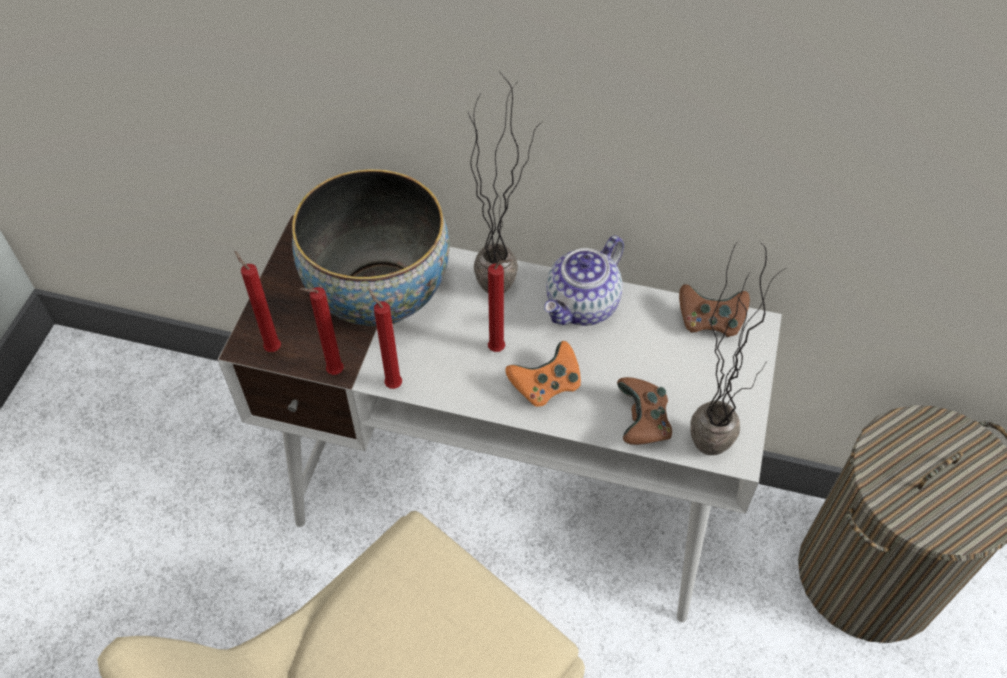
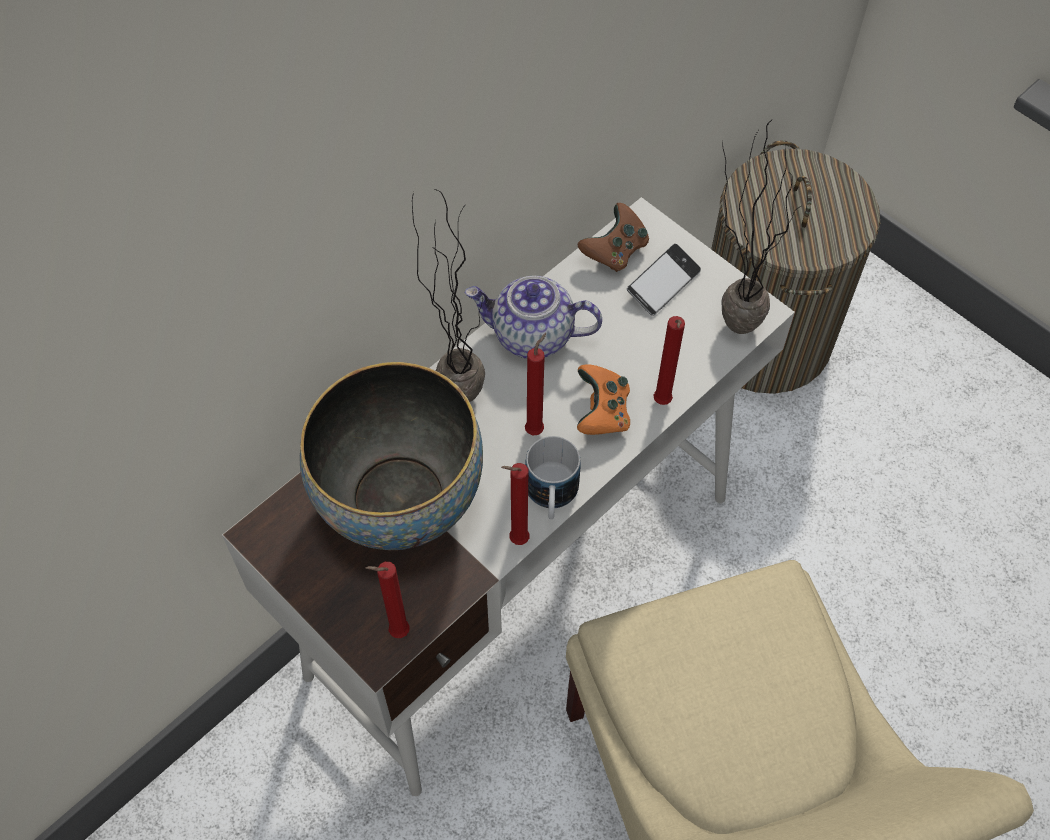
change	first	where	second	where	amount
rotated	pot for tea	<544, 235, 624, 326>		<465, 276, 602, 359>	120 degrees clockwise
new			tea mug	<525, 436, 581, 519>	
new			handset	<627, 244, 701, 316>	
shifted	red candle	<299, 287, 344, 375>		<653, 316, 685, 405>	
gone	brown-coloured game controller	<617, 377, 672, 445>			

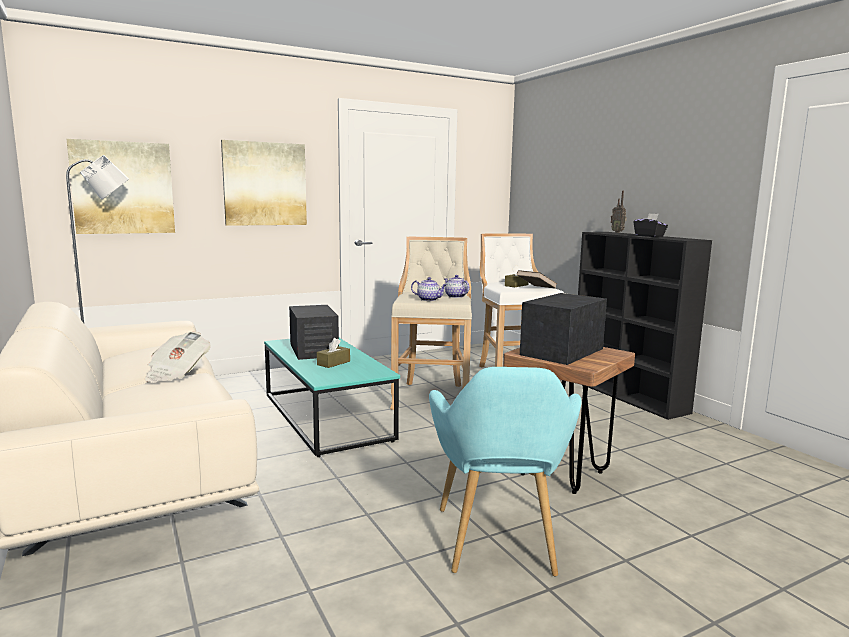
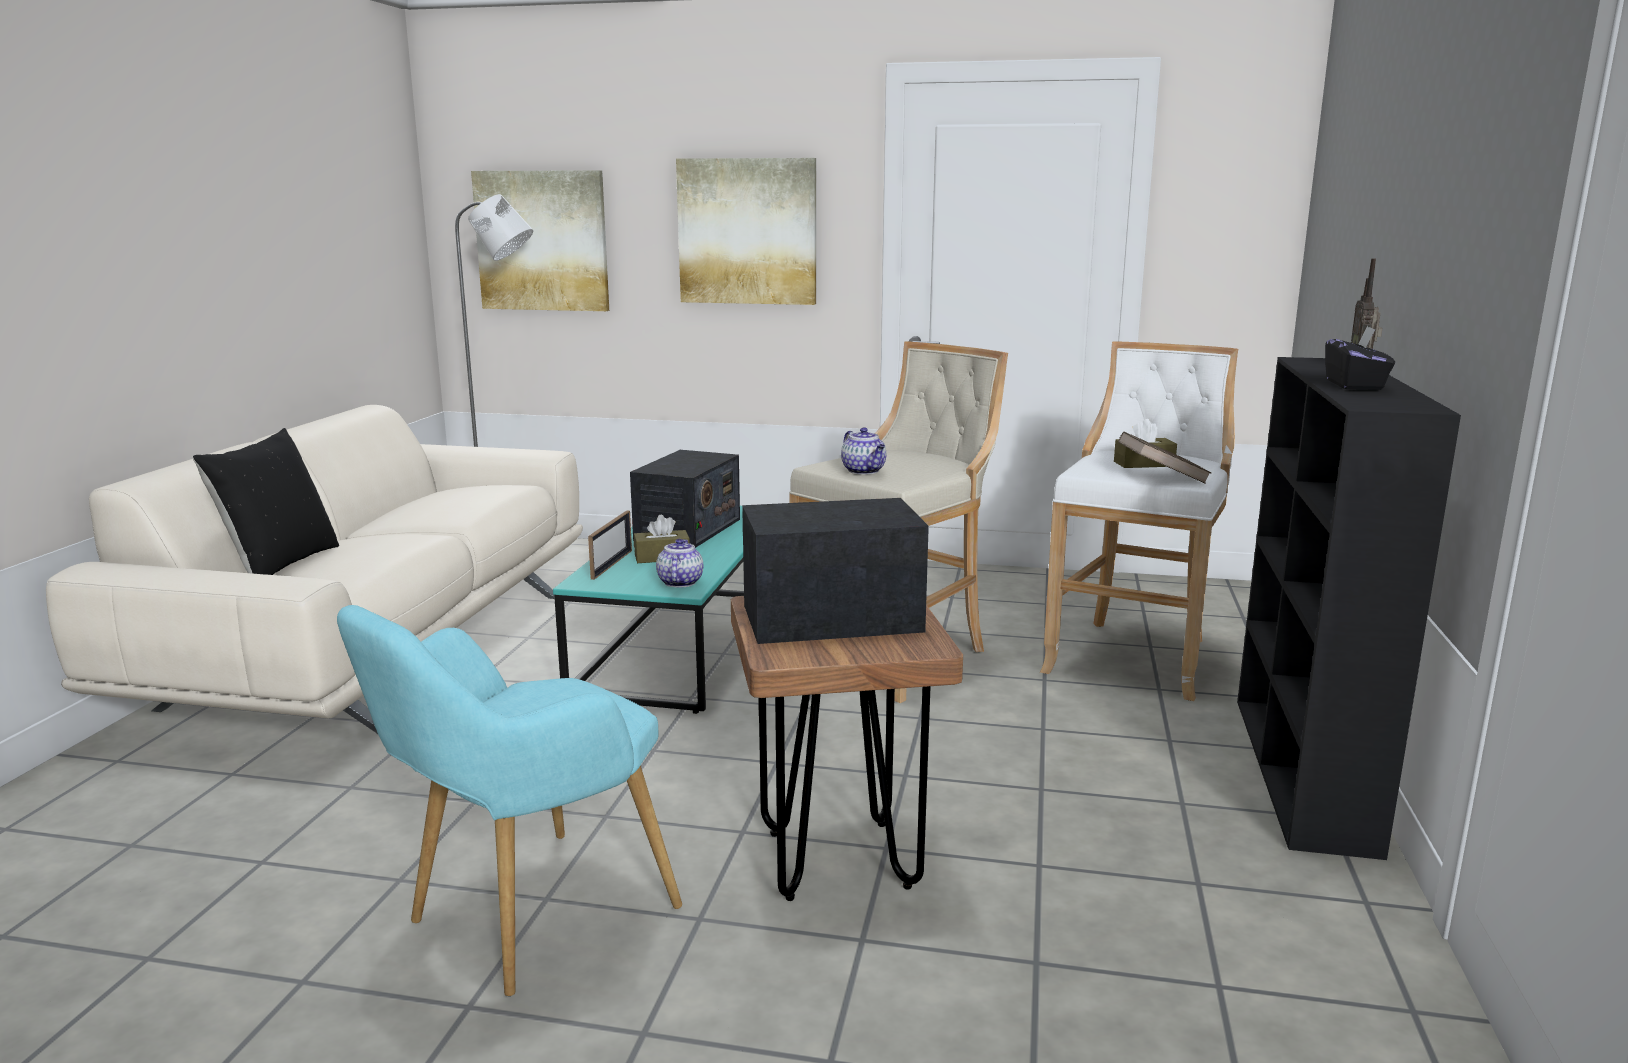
change	first	where	second	where	amount
new			blackish cushion	<192, 428, 339, 575>	
new			picture frame	<588, 510, 632, 580>	
shifted	pot for tea	<444, 275, 470, 298>		<656, 539, 703, 588>	
gone	newspaper	<144, 332, 210, 382>			

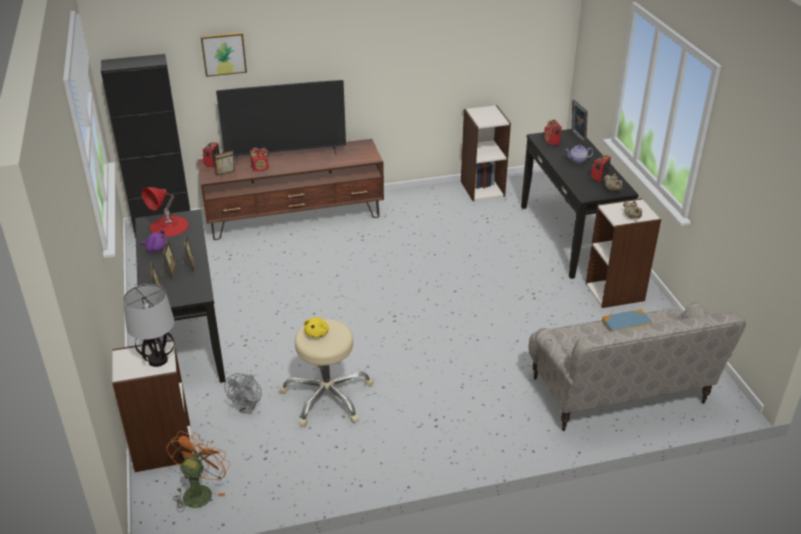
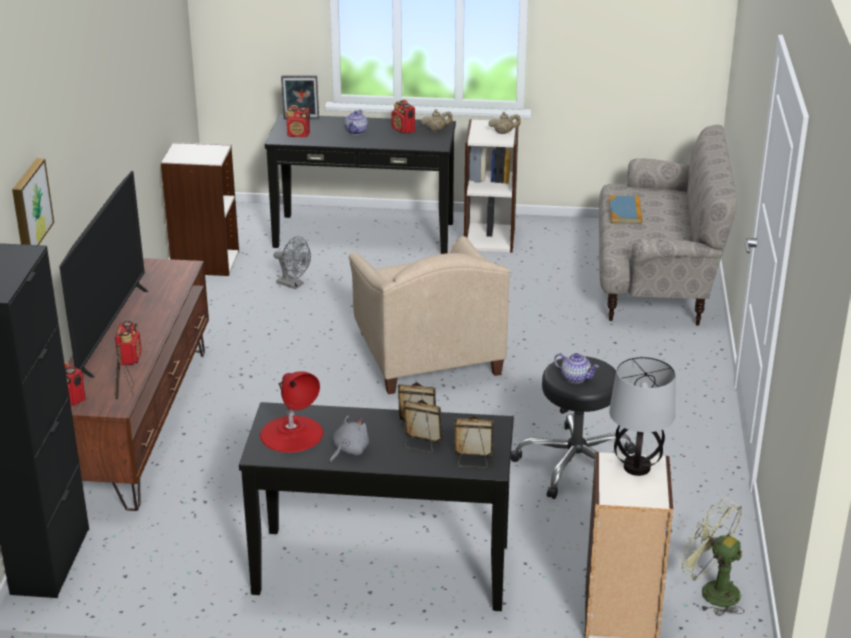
change	first	where	second	where	amount
shifted	grey cooling fan	<224, 373, 262, 414>		<274, 236, 311, 289>	
repainted	purple-coloured soft toy	<140, 230, 167, 252>	grey soft toy	<330, 415, 369, 463>	
new			beige-coloured lounge chair	<348, 236, 510, 394>	
repainted	beige-coloured stool	<279, 319, 374, 427>	blackish stool	<511, 356, 635, 499>	
swapped	yellow soft toy	<304, 317, 329, 338>	pot for tea	<554, 353, 599, 383>	
repainted	orange-coloured cooling fan	<166, 431, 230, 512>	greenish cooling fan	<679, 498, 745, 616>	

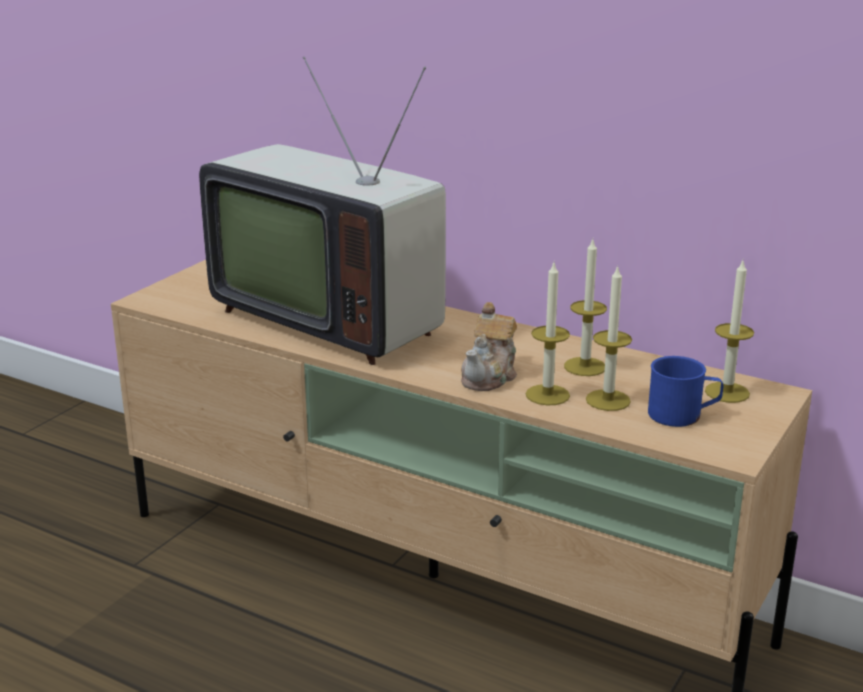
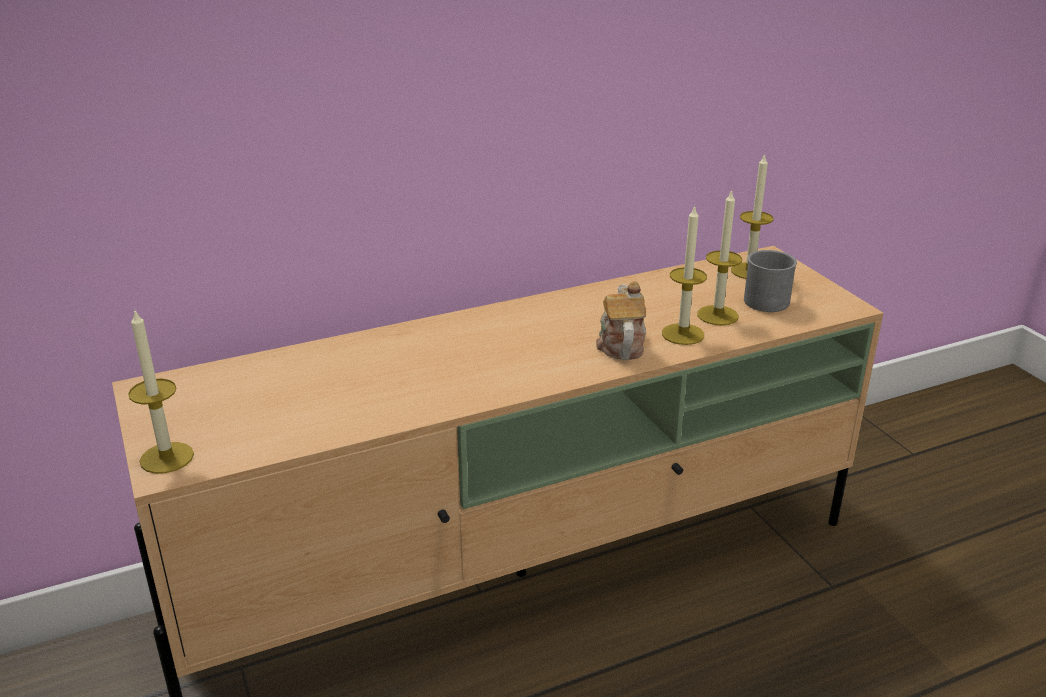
change	first	where	second	where	amount
shifted	candle	<564, 240, 607, 376>		<128, 308, 194, 474>	
rotated	pot for tea	<461, 302, 517, 391>		<596, 281, 646, 360>	150 degrees counterclockwise
repainted	bluish tea mug	<648, 356, 723, 427>	grey tea mug	<744, 250, 797, 312>	
gone	TV	<199, 56, 446, 365>			

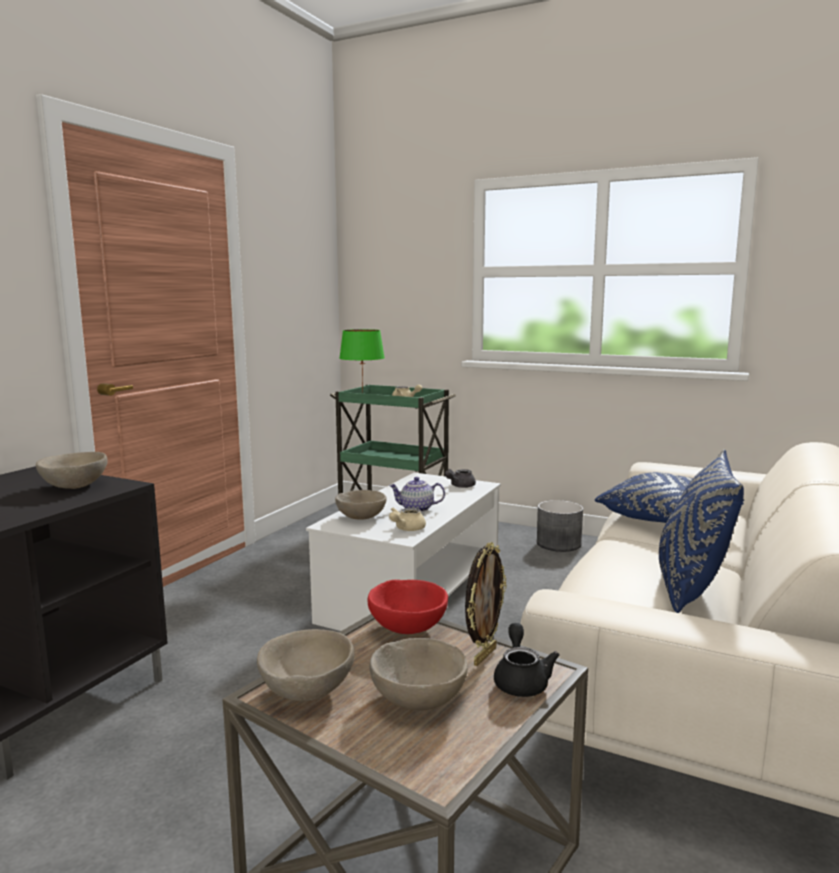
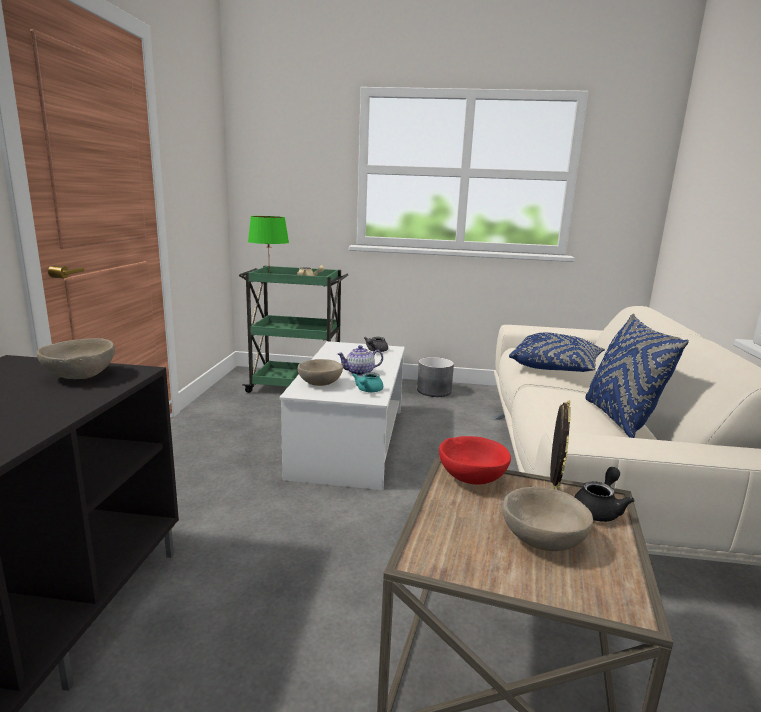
change	first	where	second	where	amount
repainted	beige-coloured pot for tea	<389, 508, 426, 531>	blue-green pot for tea	<352, 372, 383, 392>	
rotated	blackish pot for tea	<494, 623, 560, 697>		<574, 467, 635, 522>	60 degrees clockwise
gone	beige-coloured serving bowl	<257, 629, 354, 701>			

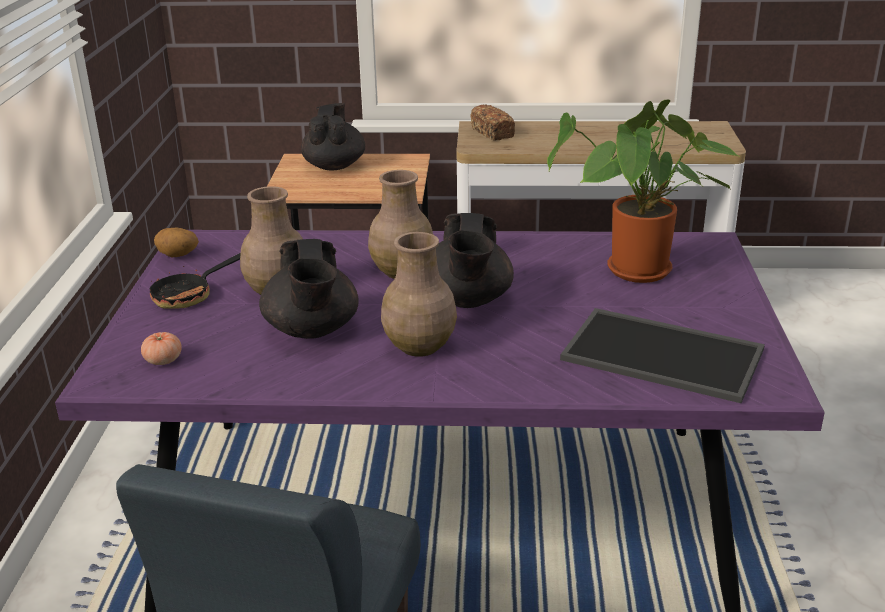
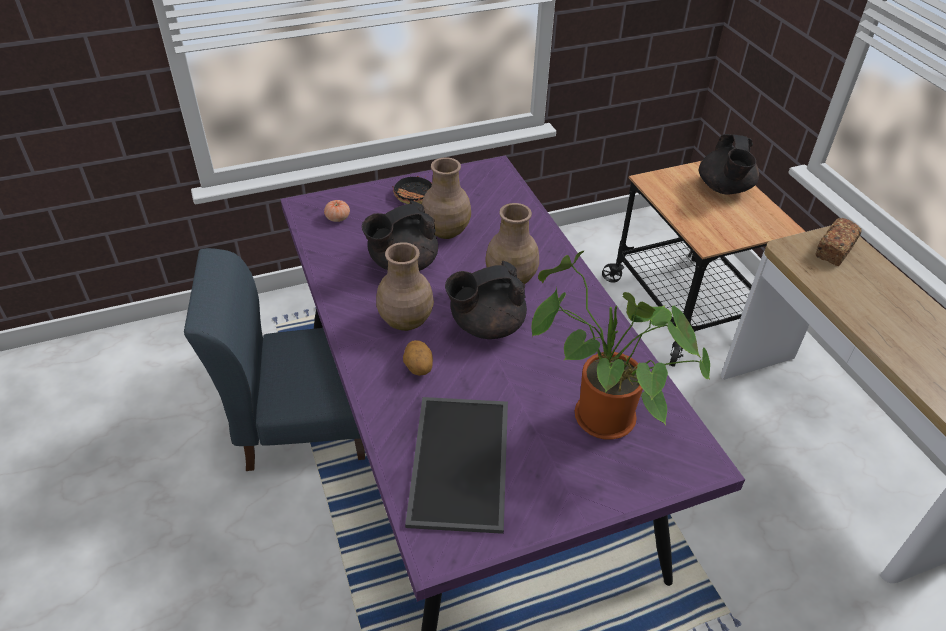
change	first	where	second	where	amount
shifted	whole potato	<154, 228, 199, 257>		<403, 340, 433, 376>	
rotated	blackish pot for tea	<301, 103, 365, 170>		<699, 134, 759, 195>	120 degrees clockwise

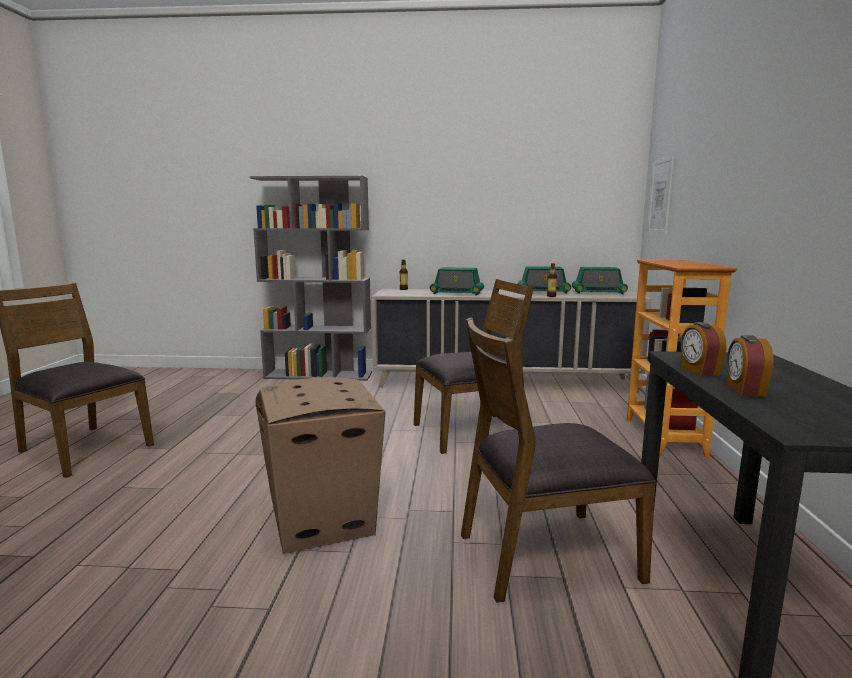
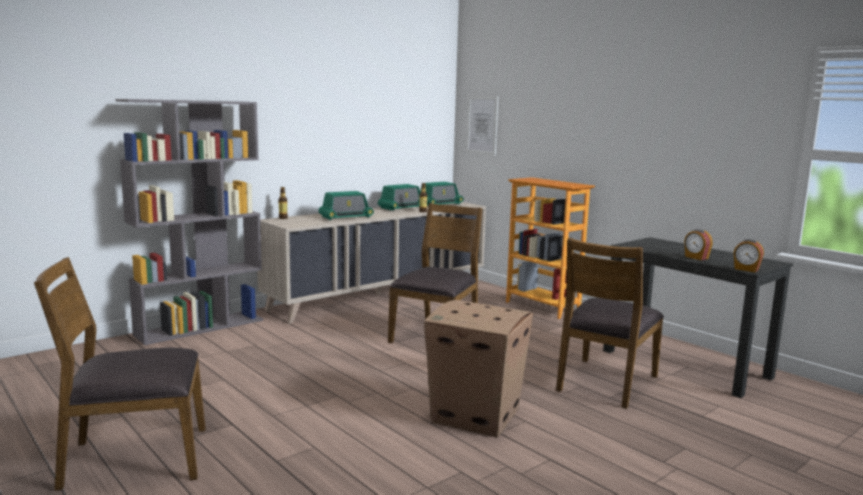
change	first	where	second	where	amount
shifted	alarm clock	<681, 322, 726, 376>		<734, 239, 764, 272>	

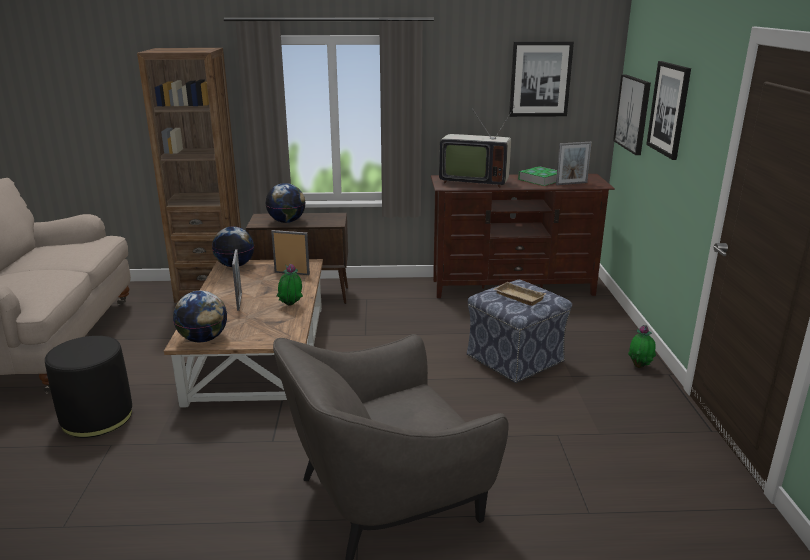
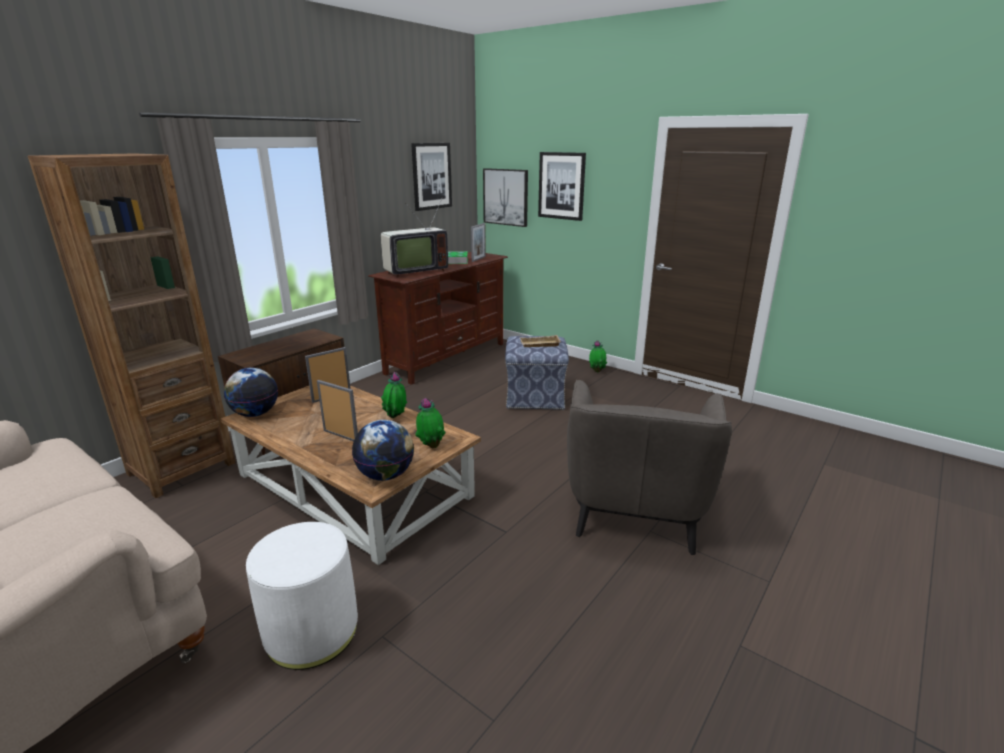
change	first	where	second	where	amount
repainted	blackish ottoman	<45, 336, 132, 438>	white-coloured ottoman	<246, 522, 358, 670>	
new			houseplant	<415, 398, 446, 448>	
gone	desk globe	<266, 183, 306, 223>			

